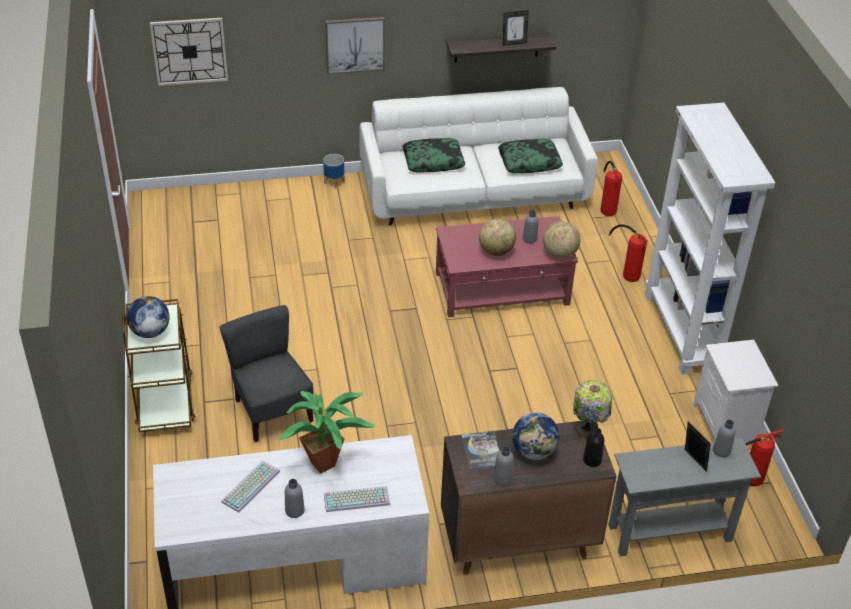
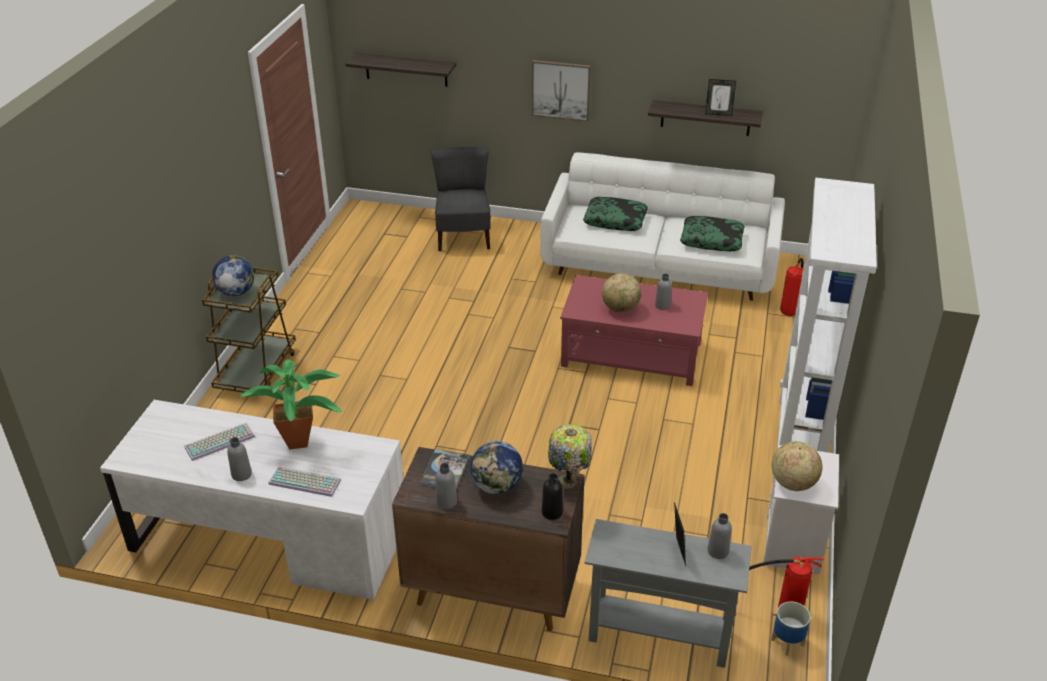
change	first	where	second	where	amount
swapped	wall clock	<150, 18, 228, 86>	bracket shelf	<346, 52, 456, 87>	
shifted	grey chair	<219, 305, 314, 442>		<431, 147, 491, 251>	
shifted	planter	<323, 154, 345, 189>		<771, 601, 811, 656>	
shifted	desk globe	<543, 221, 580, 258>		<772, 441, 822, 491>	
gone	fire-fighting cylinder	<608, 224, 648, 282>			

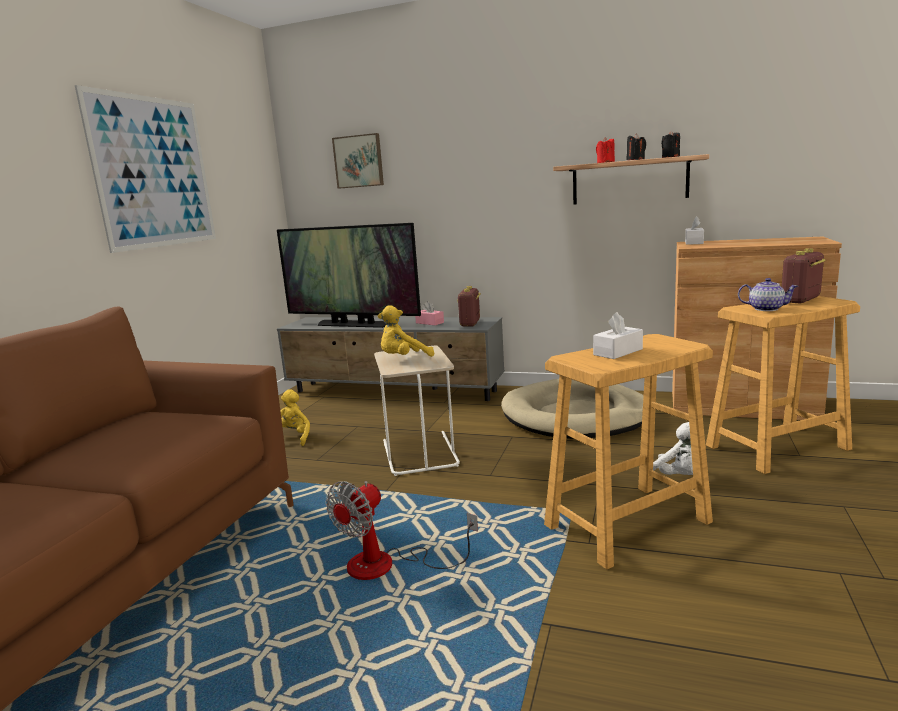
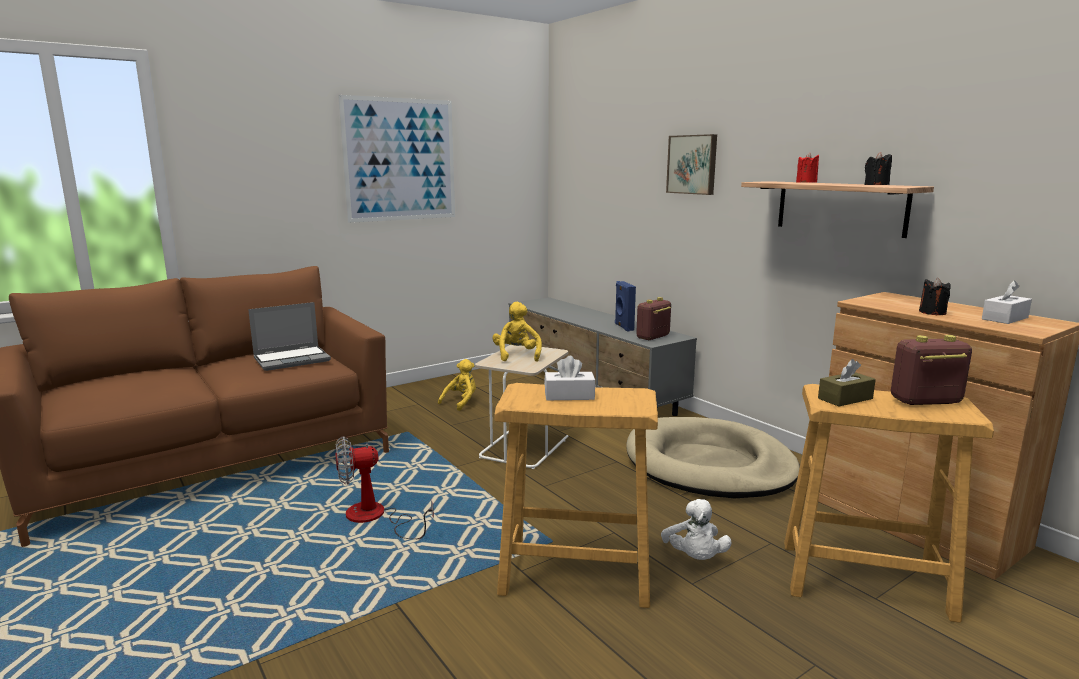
change	first	where	second	where	amount
new			notebook computer	<248, 302, 331, 371>	
rotated	yellow soft toy	<378, 305, 434, 357>		<492, 302, 542, 362>	75 degrees clockwise
swapped	pinkish tissue box	<415, 301, 444, 325>	bluish audio speaker	<615, 281, 636, 331>	
shifted	wall picture	<332, 133, 384, 189>		<666, 134, 717, 195>	
swapped	pot for tea	<738, 278, 798, 311>	brown-coloured tissue box	<818, 359, 876, 407>	
shifted	blackish candle	<627, 133, 646, 160>		<919, 278, 951, 315>	
shifted	white-coloured tissue box	<685, 216, 704, 245>		<982, 280, 1032, 324>	
gone	TV	<277, 223, 421, 328>			

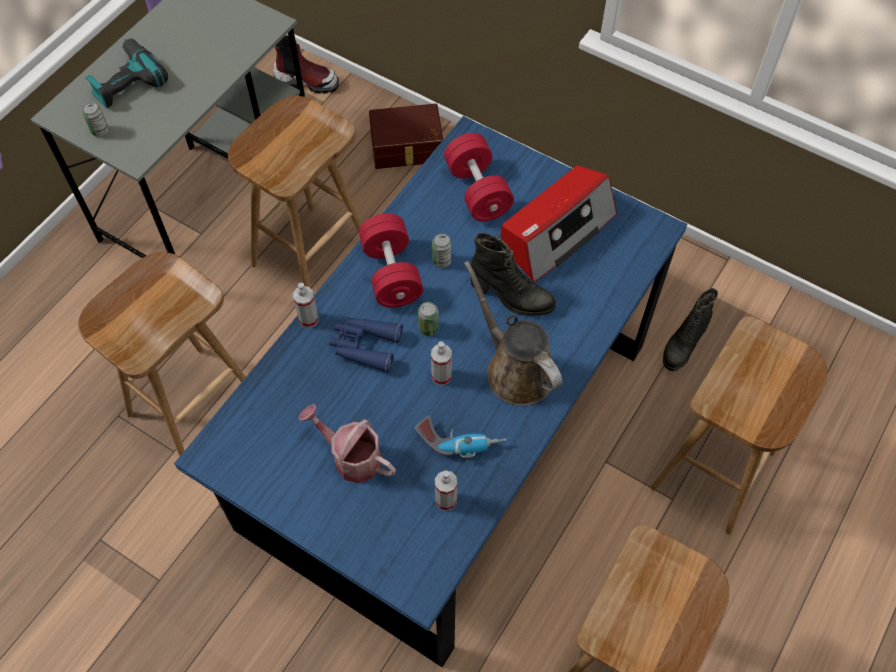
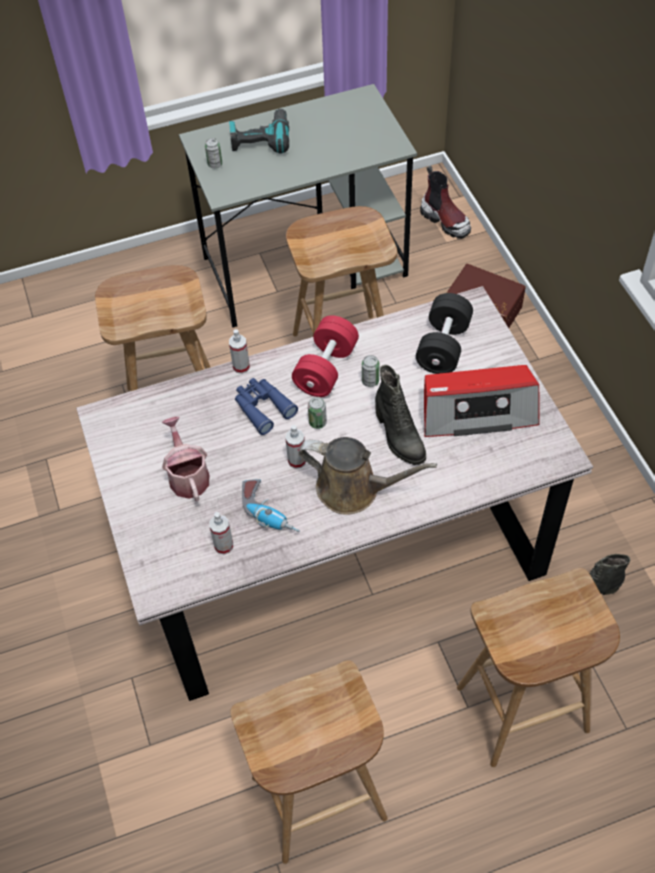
change	first	where	second	where	amount
repainted	bluish kitchen table	<174, 116, 687, 667>	grey kitchen table	<76, 286, 593, 701>	
rotated	brown-coloured watering can	<464, 261, 562, 406>		<299, 437, 437, 515>	105 degrees clockwise
repainted	red hand weight	<444, 133, 514, 221>	blackish hand weight	<416, 293, 473, 374>	

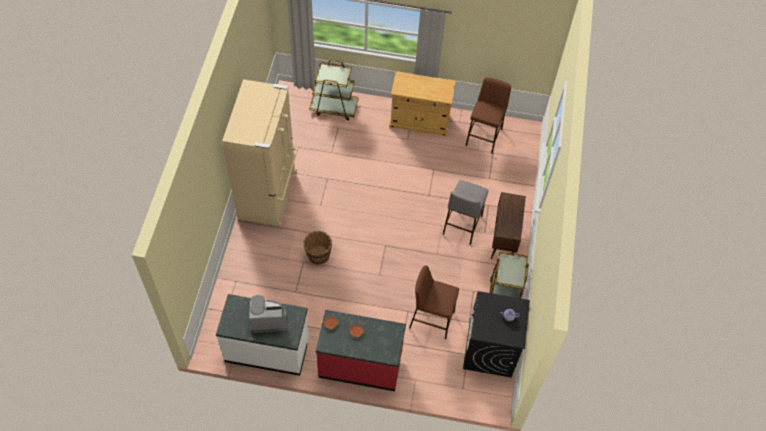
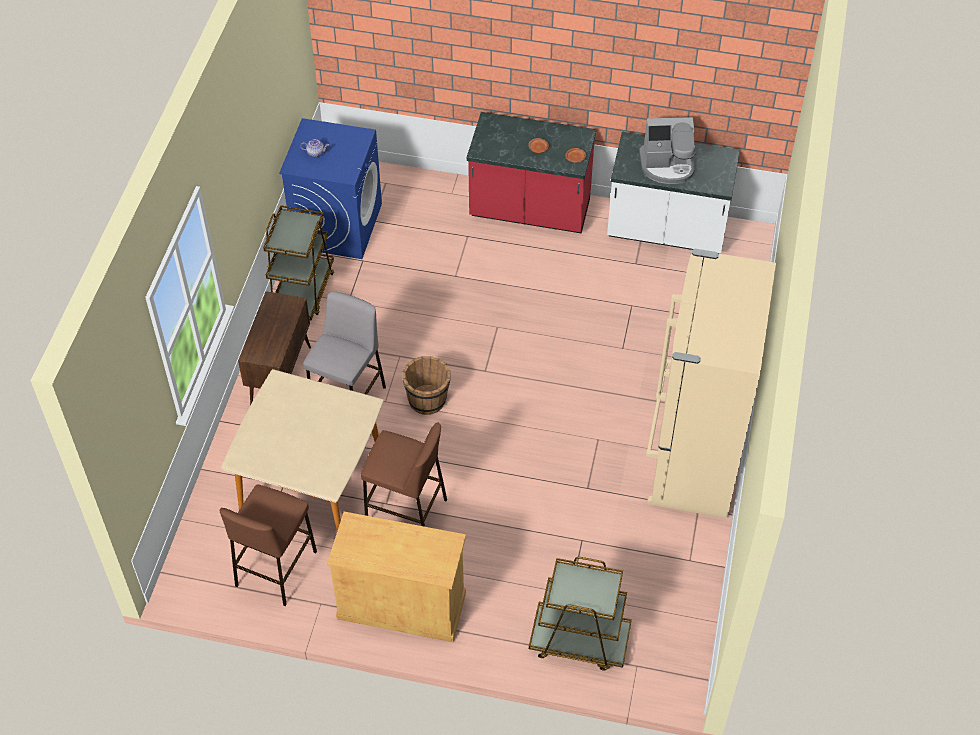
change	first	where	second	where	amount
new			beige-coloured kitchen table	<221, 369, 384, 531>	
repainted	blackish laundry appliance	<463, 291, 530, 378>	bluish laundry appliance	<279, 118, 382, 259>	
shifted	brown-coloured stool	<409, 265, 459, 340>		<361, 423, 447, 527>	
shifted	brown-coloured bucket	<304, 231, 332, 264>		<403, 356, 451, 415>	

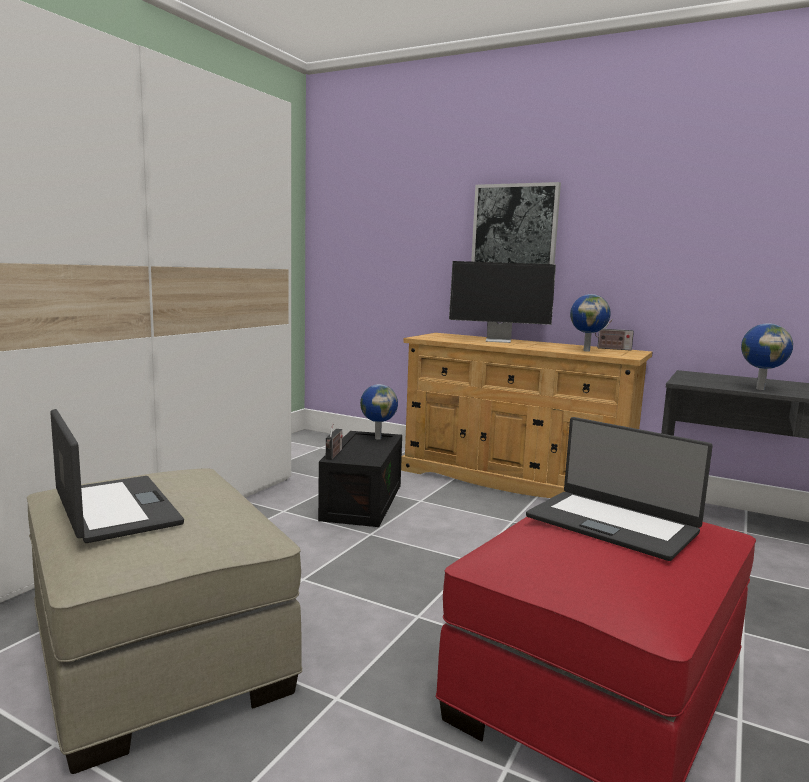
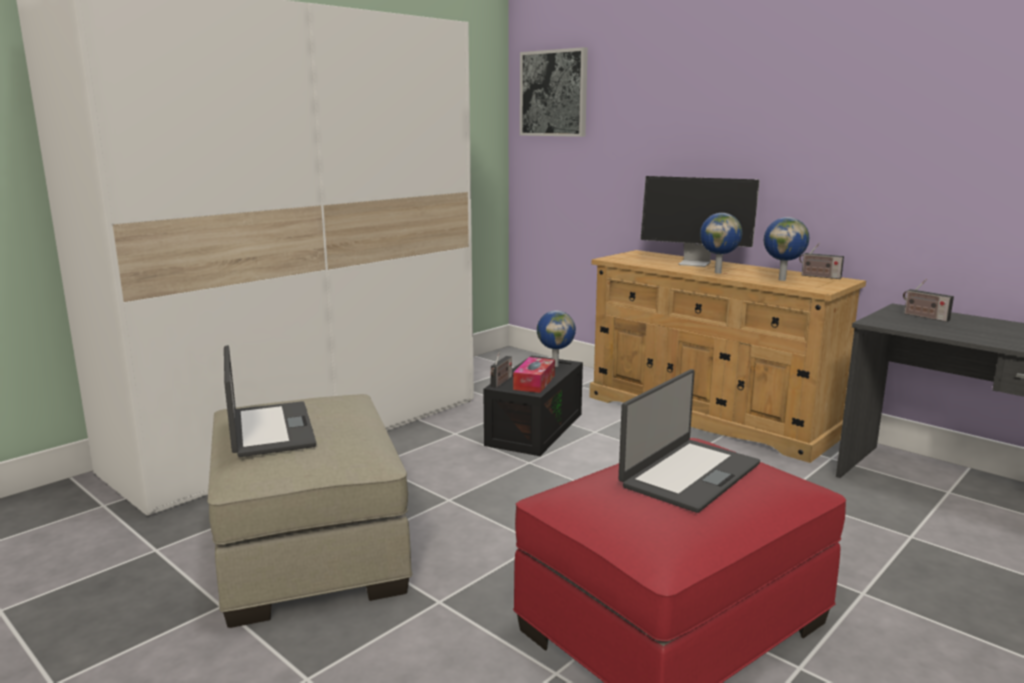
change	first	where	second	where	amount
new			tissue box	<513, 357, 555, 393>	
shifted	wall picture	<471, 182, 561, 264>		<520, 47, 588, 137>	
rotated	notebook computer	<526, 417, 713, 561>		<619, 369, 760, 513>	105 degrees counterclockwise
shifted	desk globe	<741, 323, 793, 390>		<700, 213, 742, 274>	
new			radio receiver	<903, 279, 954, 322>	

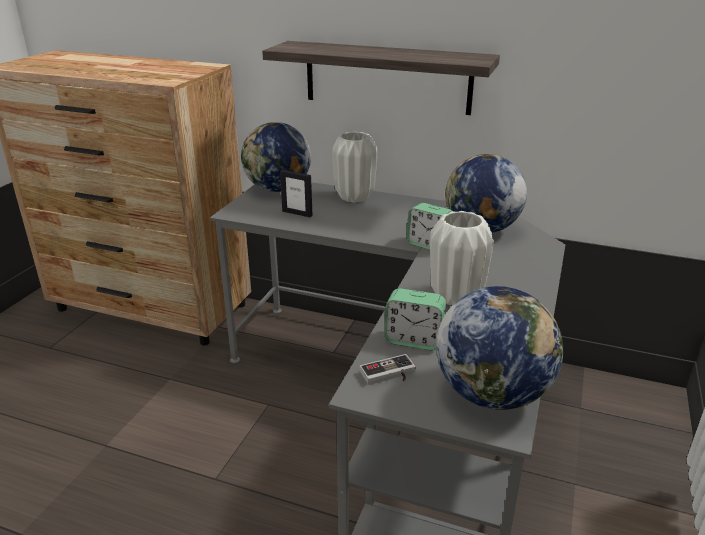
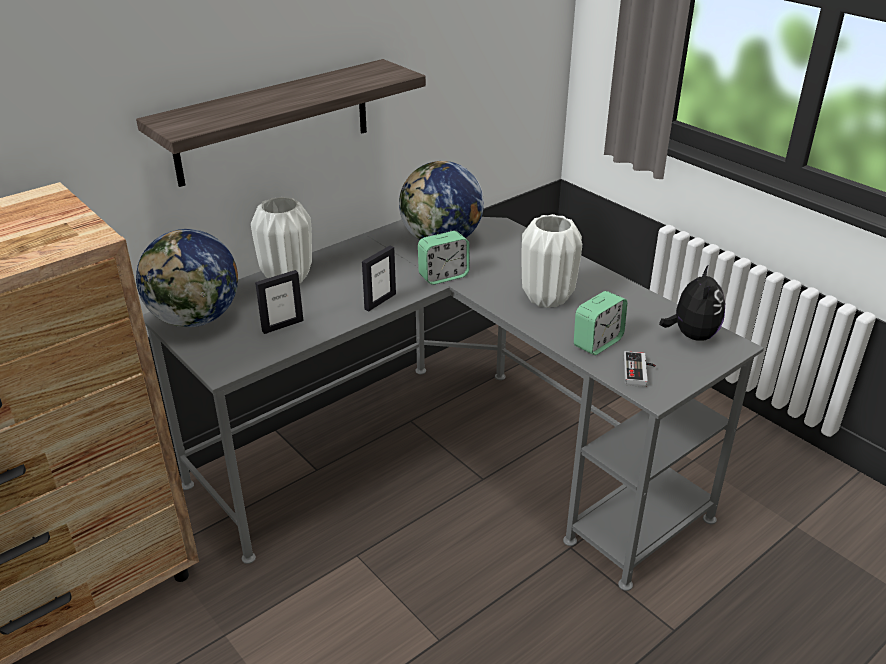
change	first	where	second	where	amount
new			picture frame	<362, 246, 396, 311>	
swapped	desk globe	<436, 286, 563, 410>	soft toy	<659, 264, 725, 341>	

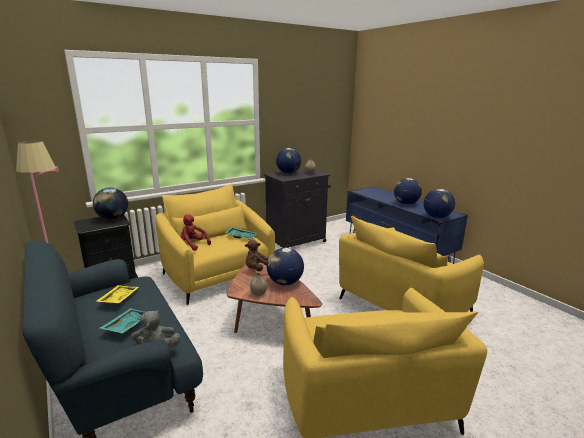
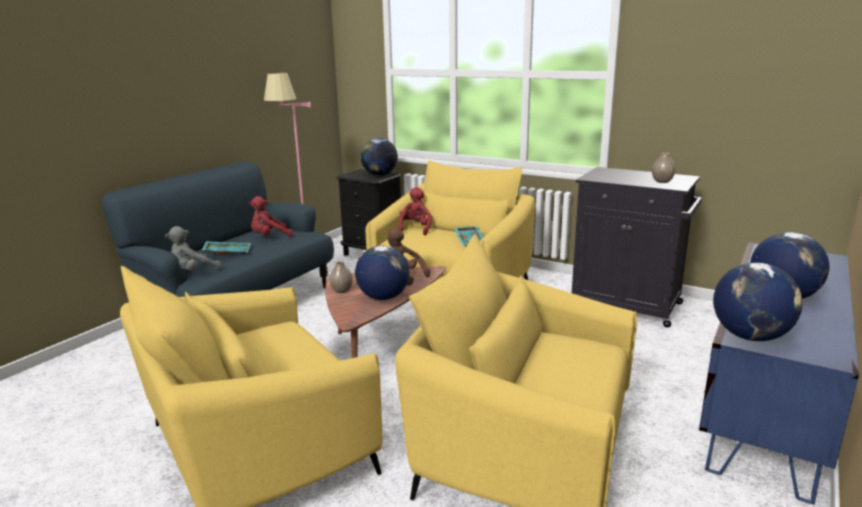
change	first	where	second	where	amount
swapped	yellow serving tray	<95, 285, 139, 304>	red soft toy	<248, 196, 293, 237>	
gone	desk globe	<276, 148, 301, 174>			

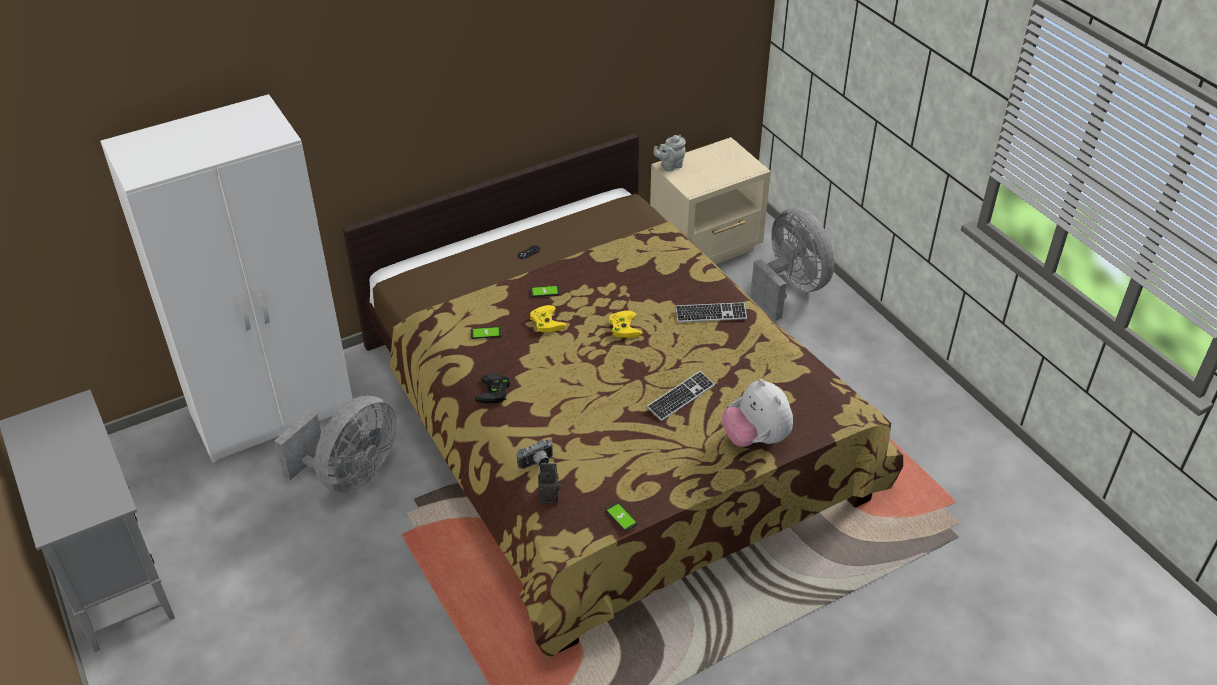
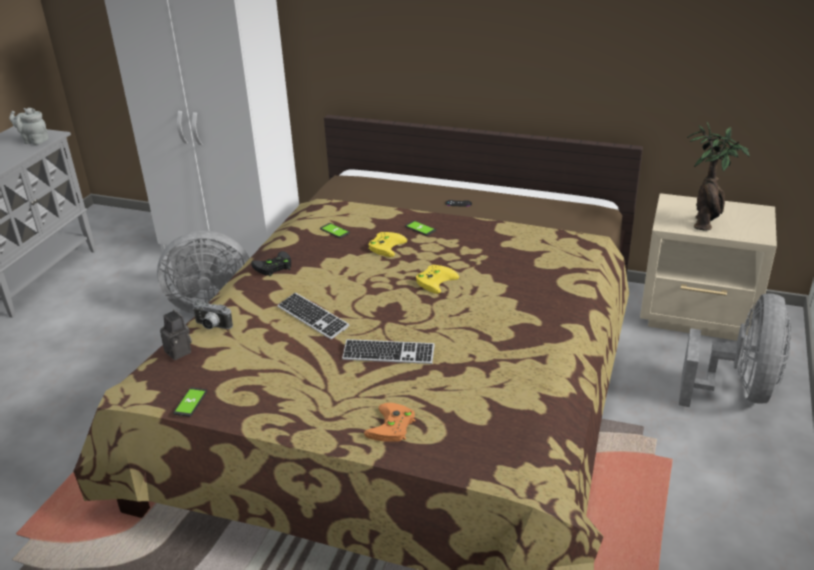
change	first	where	second	where	amount
shifted	grey pot for tea	<654, 135, 686, 171>		<9, 108, 49, 145>	
shifted	keyboard	<675, 302, 747, 322>		<277, 292, 349, 340>	
swapped	soft toy	<722, 379, 793, 447>	orange-coloured game controller	<364, 403, 415, 442>	
new			houseplant	<687, 122, 750, 231>	

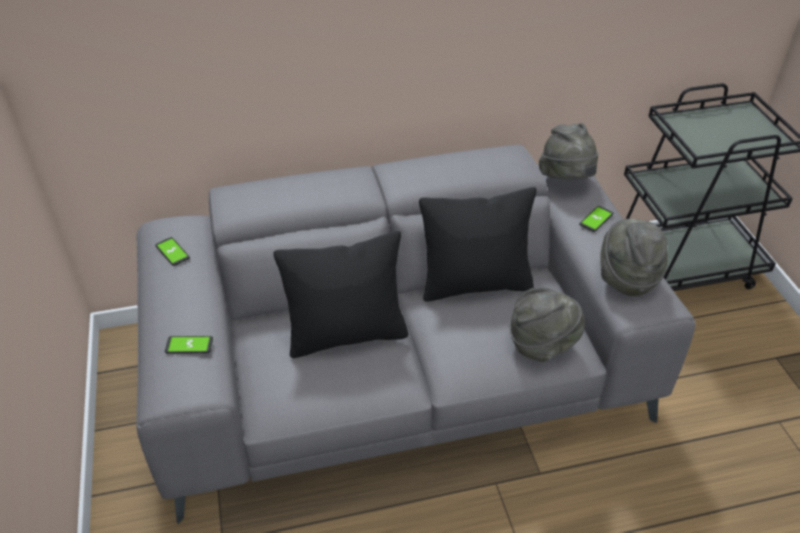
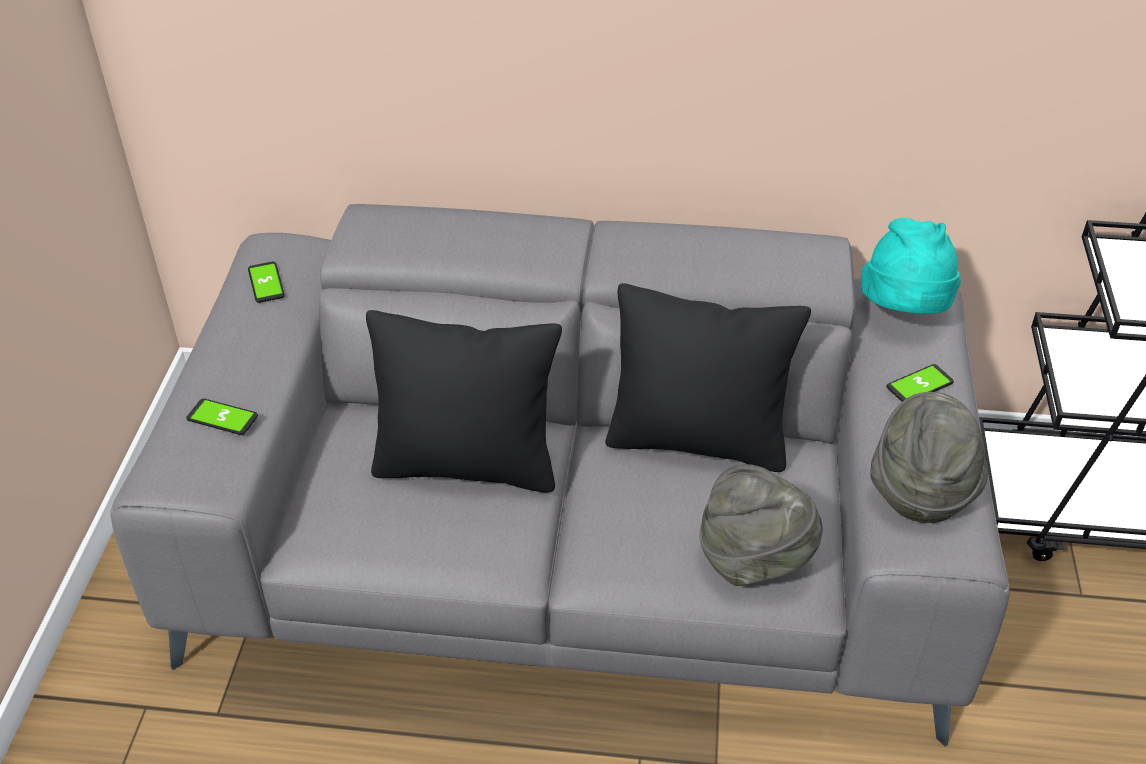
change	first	where	second	where	amount
repainted	grey clothing hat	<539, 123, 598, 180>	blue-green clothing hat	<861, 218, 961, 314>	

